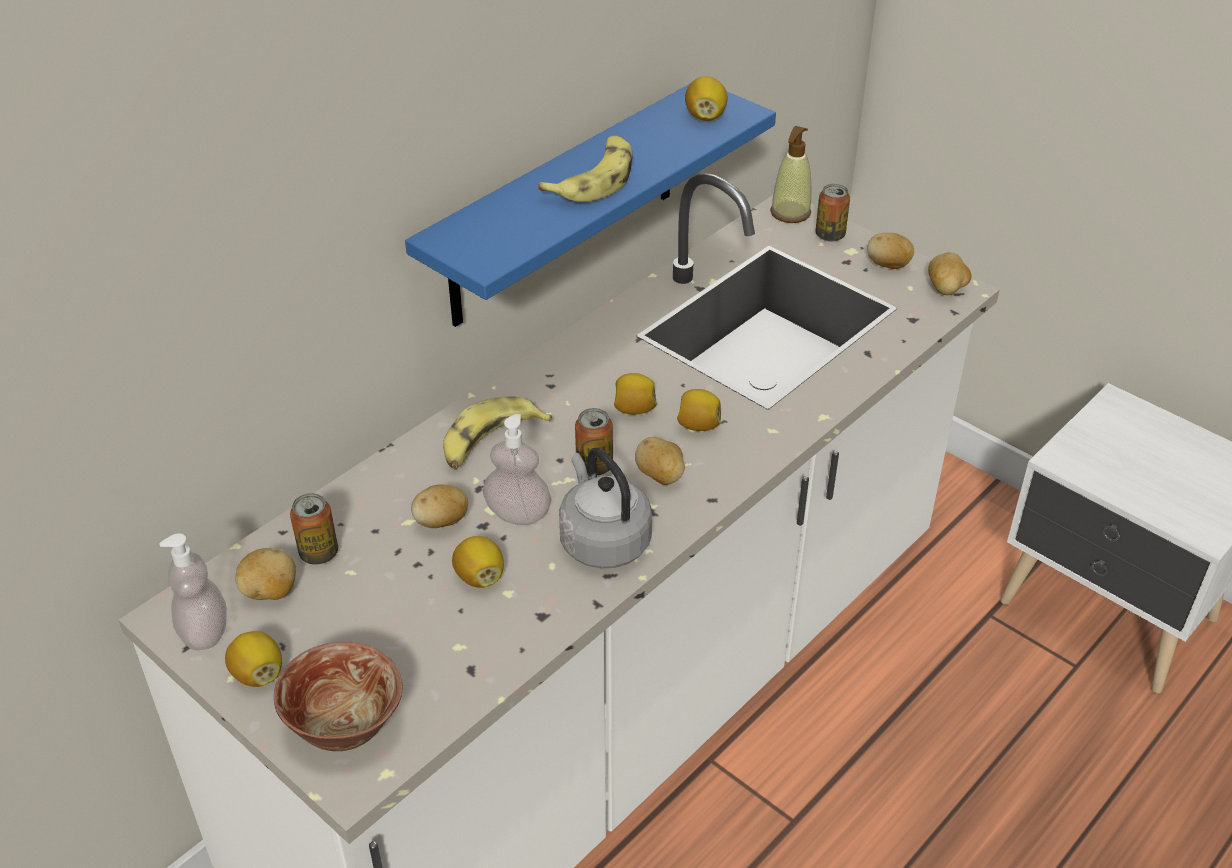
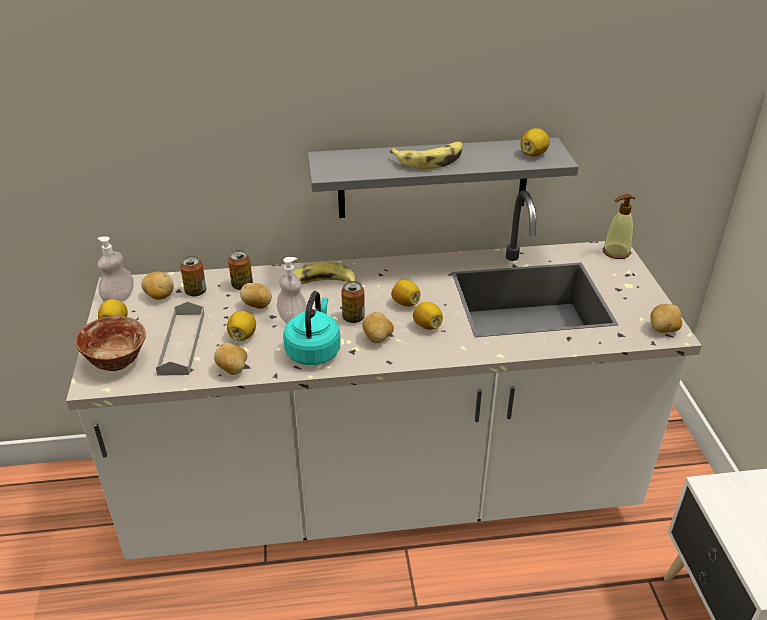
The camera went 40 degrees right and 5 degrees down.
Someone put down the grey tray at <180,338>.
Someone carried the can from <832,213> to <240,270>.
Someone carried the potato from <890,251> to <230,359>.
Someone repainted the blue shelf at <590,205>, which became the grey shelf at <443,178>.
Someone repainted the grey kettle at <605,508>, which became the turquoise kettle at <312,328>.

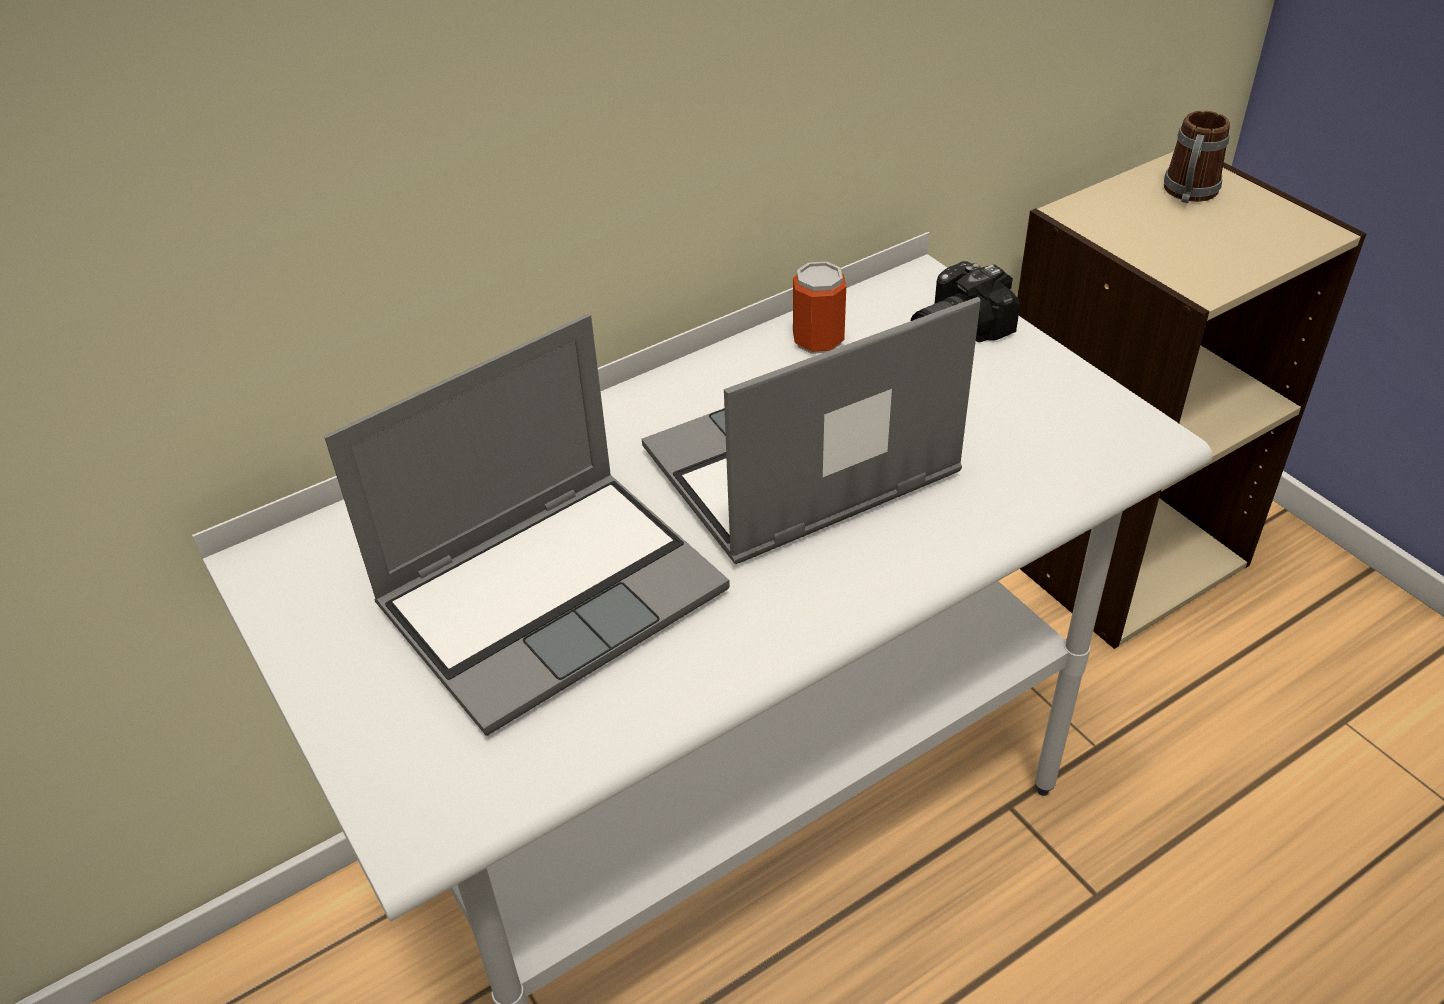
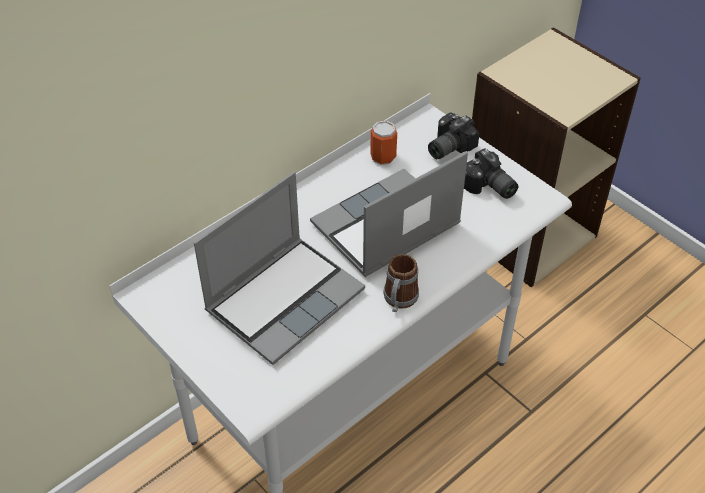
The camera went 10 degrees left and 5 degrees up.
Someone put down the photo camera at <491,173>.
Someone carried the mug from <1197,157> to <401,283>.

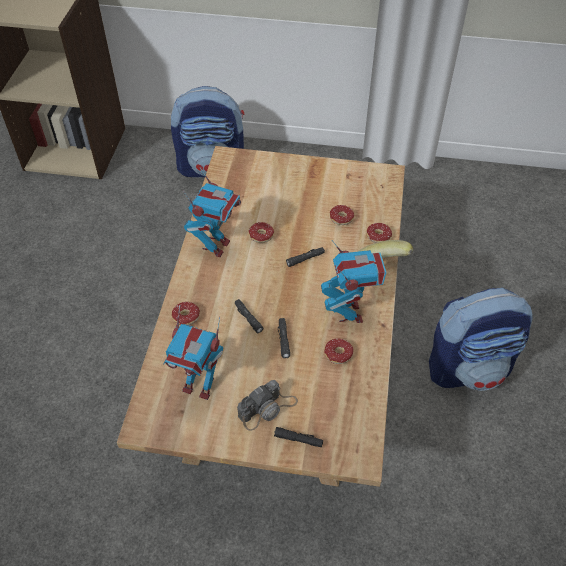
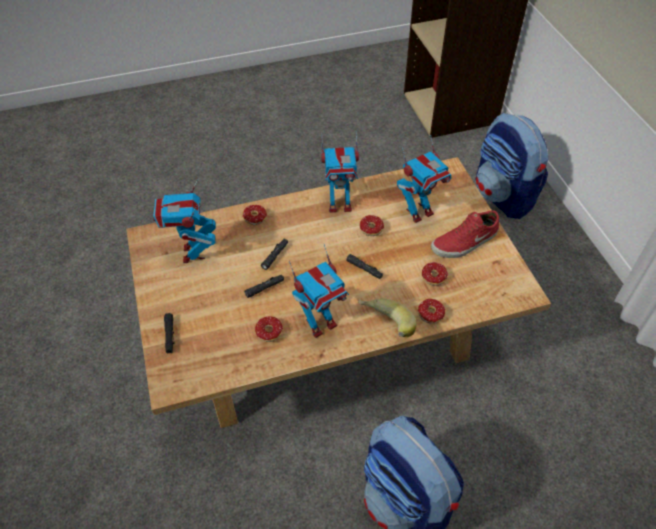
The camera went 65 degrees right and 0 degrees up.
Someone took away the photo camera at <267,405>.
Someone put down the toy robot at <424,179>.
Someone put down the red shoe at <465,234>.

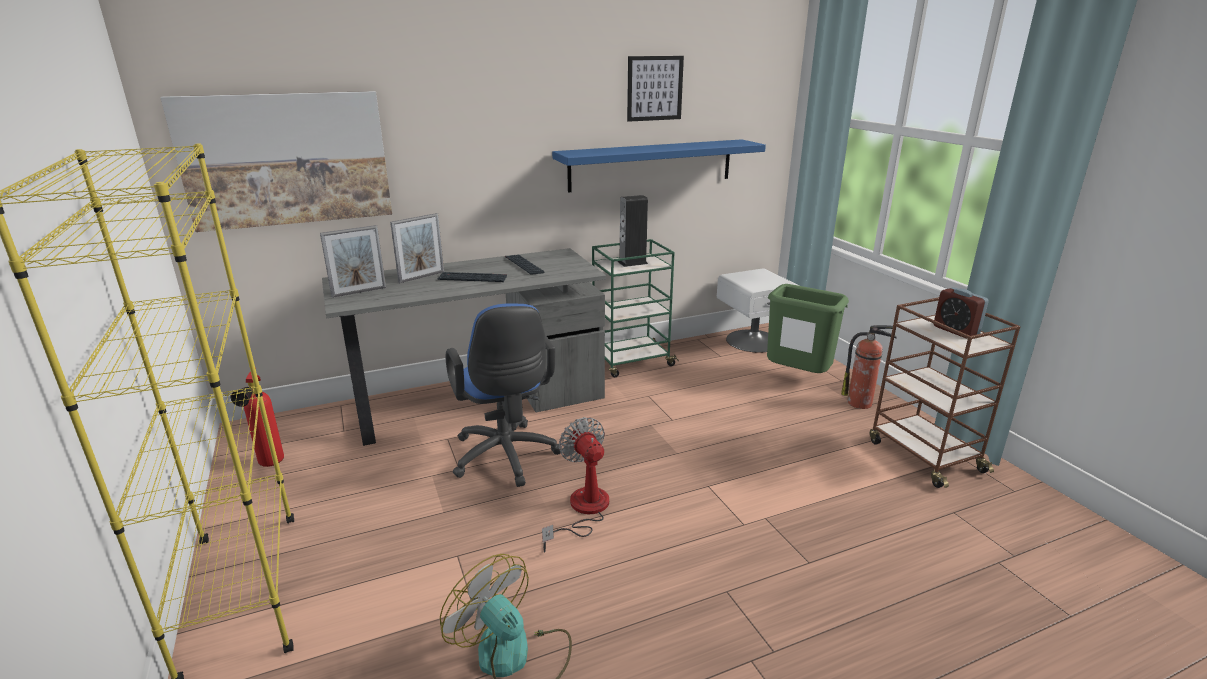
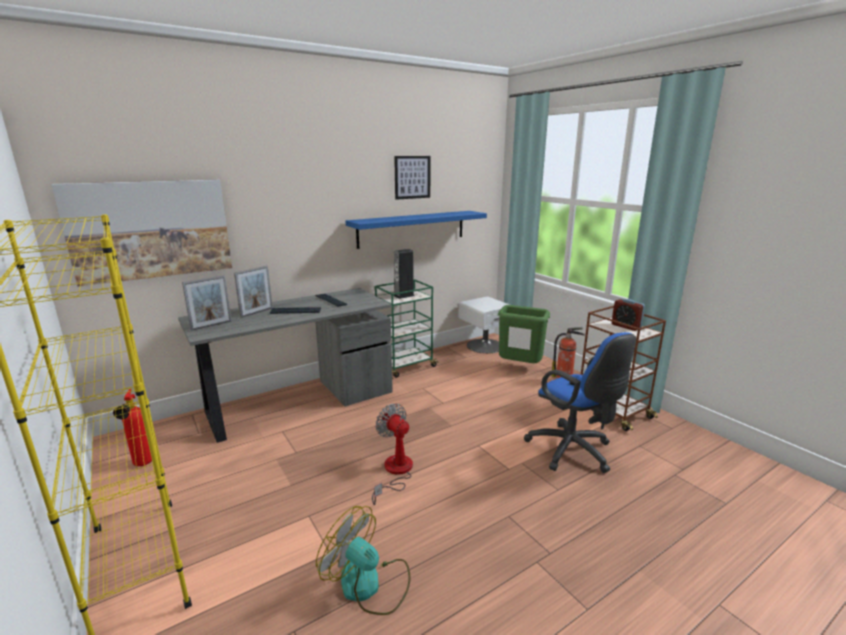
The camera went 10 degrees left and 5 degrees down.
Someone carried the blue office chair from <504,395> to <580,402>.

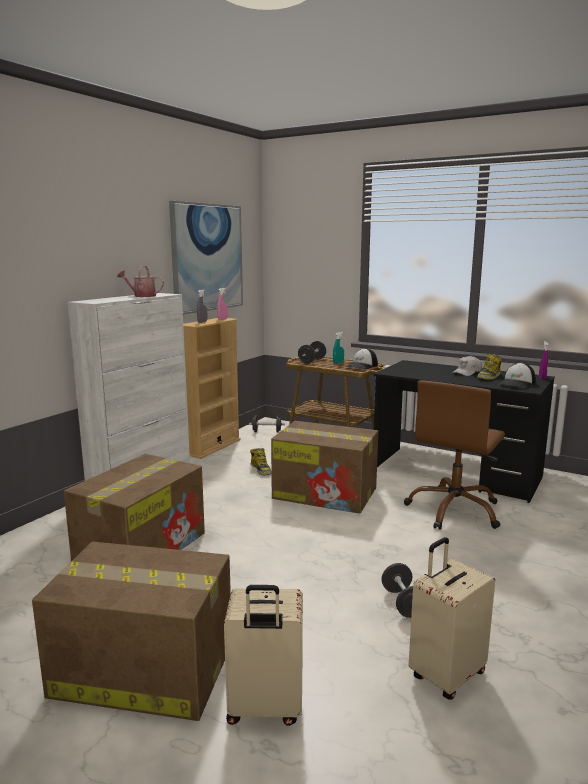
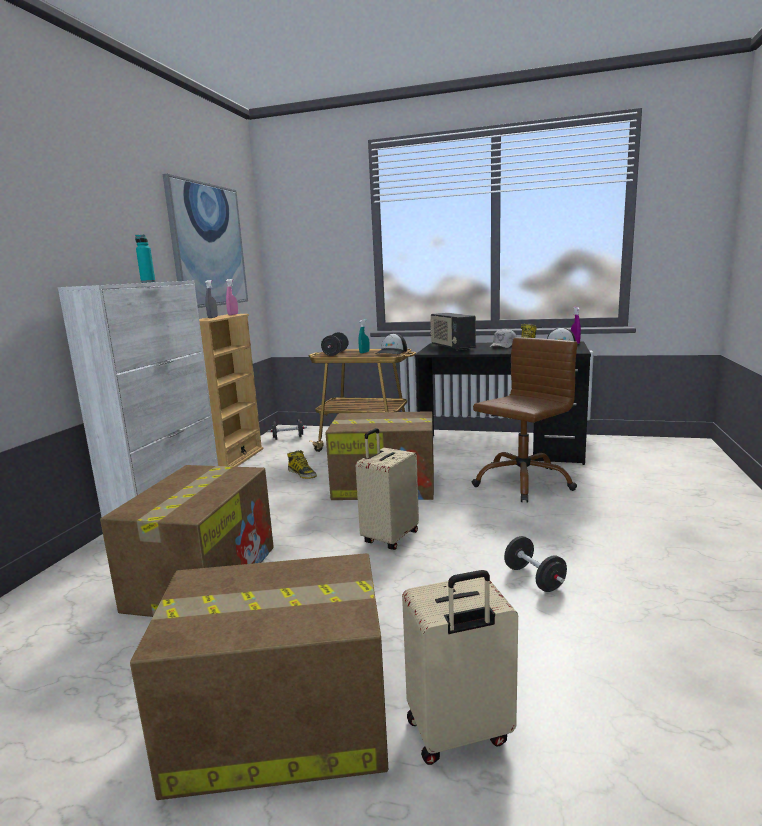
The camera went 15 degrees left and 0 degrees up.
Someone put down the radio at <453,331>.
Someone carried the beige suitcase from <452,618> to <387,489>.
Someone swapped the watering can at <140,281> for the turquoise bottle at <145,258>.
Someone rotated the brown office chair at <454,455> by 150 degrees counterclockwise.

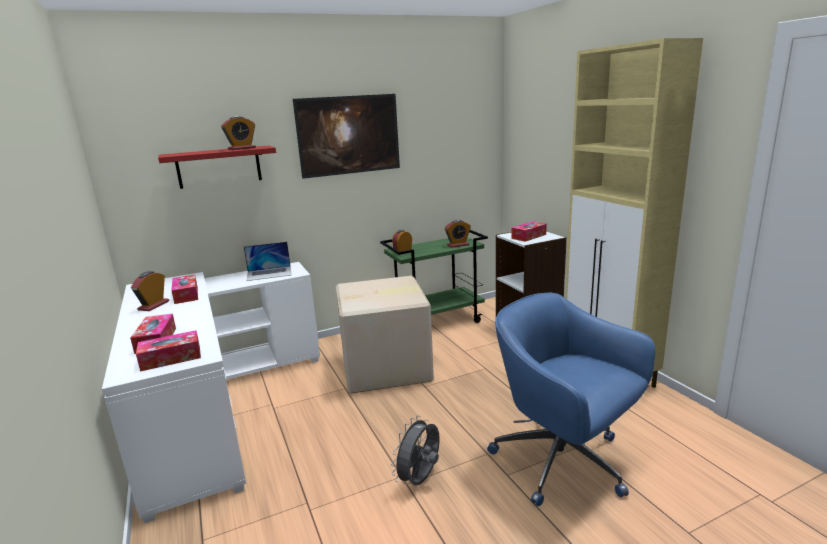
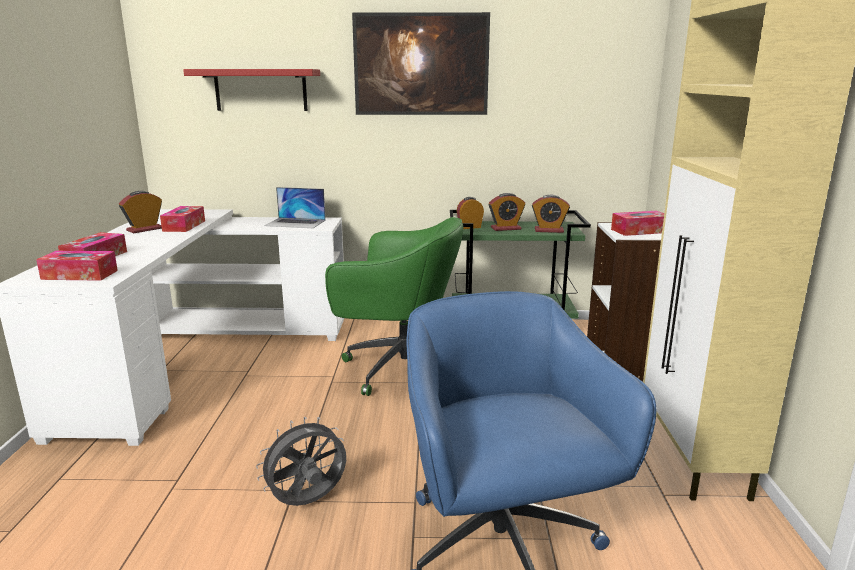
The camera went 25 degrees right and 0 degrees up.
Someone carried the alarm clock from <238,133> to <507,212>.
Someone swapped the cardboard box at <385,335> for the green office chair at <394,306>.

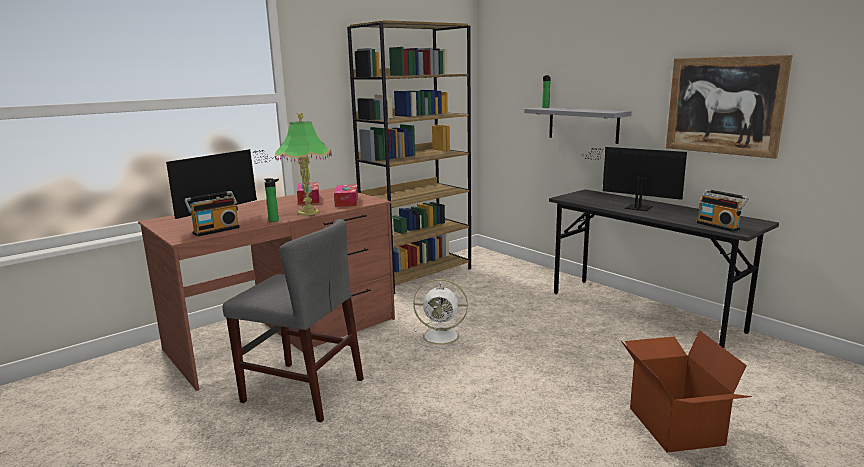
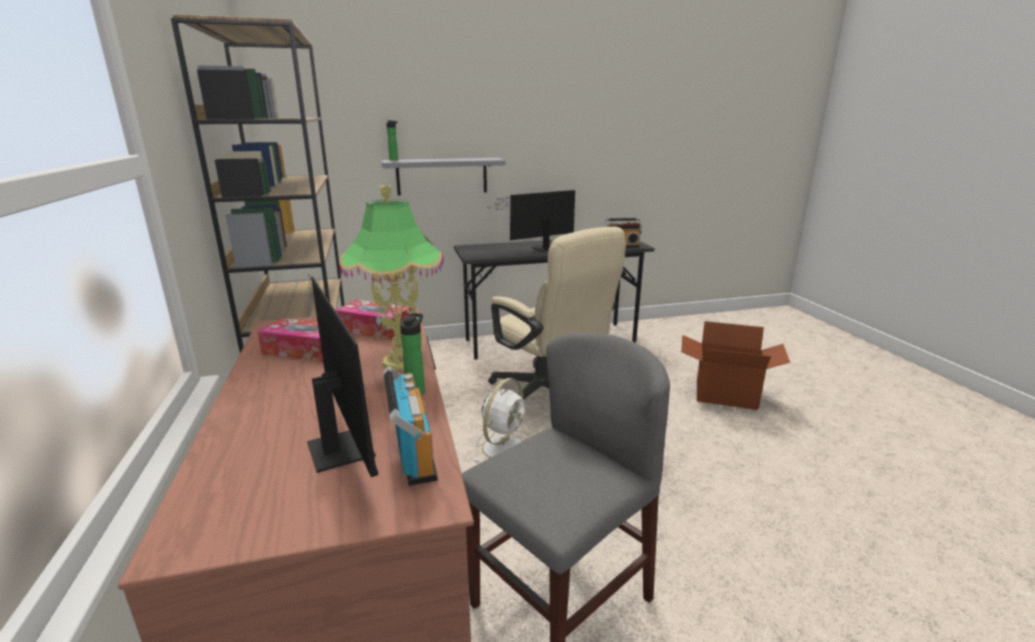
The camera went 65 degrees left and 5 degrees up.
Someone took away the picture at <729,107>.
Someone put down the beige office chair at <557,313>.

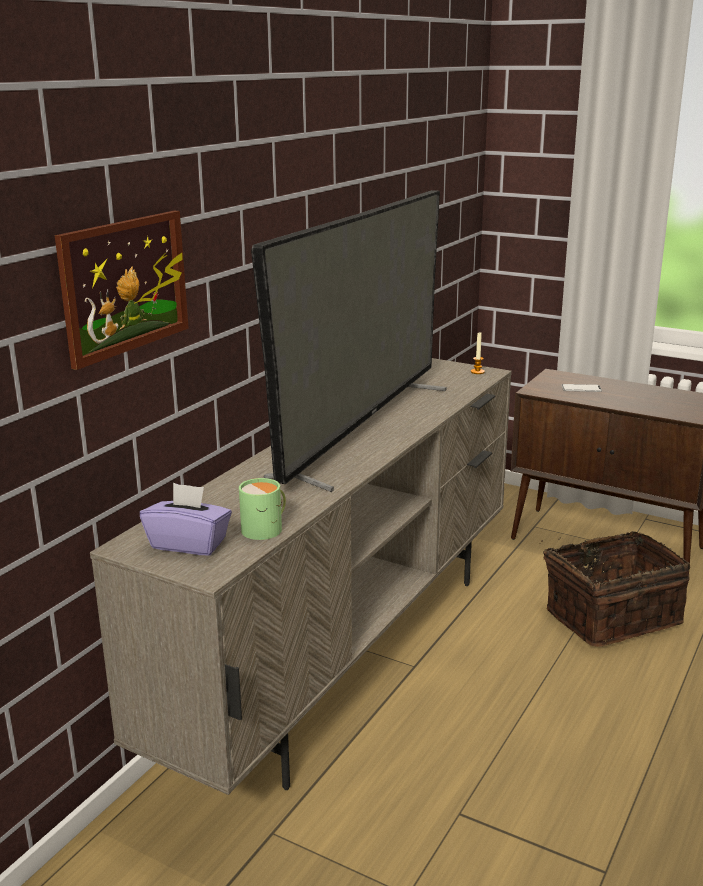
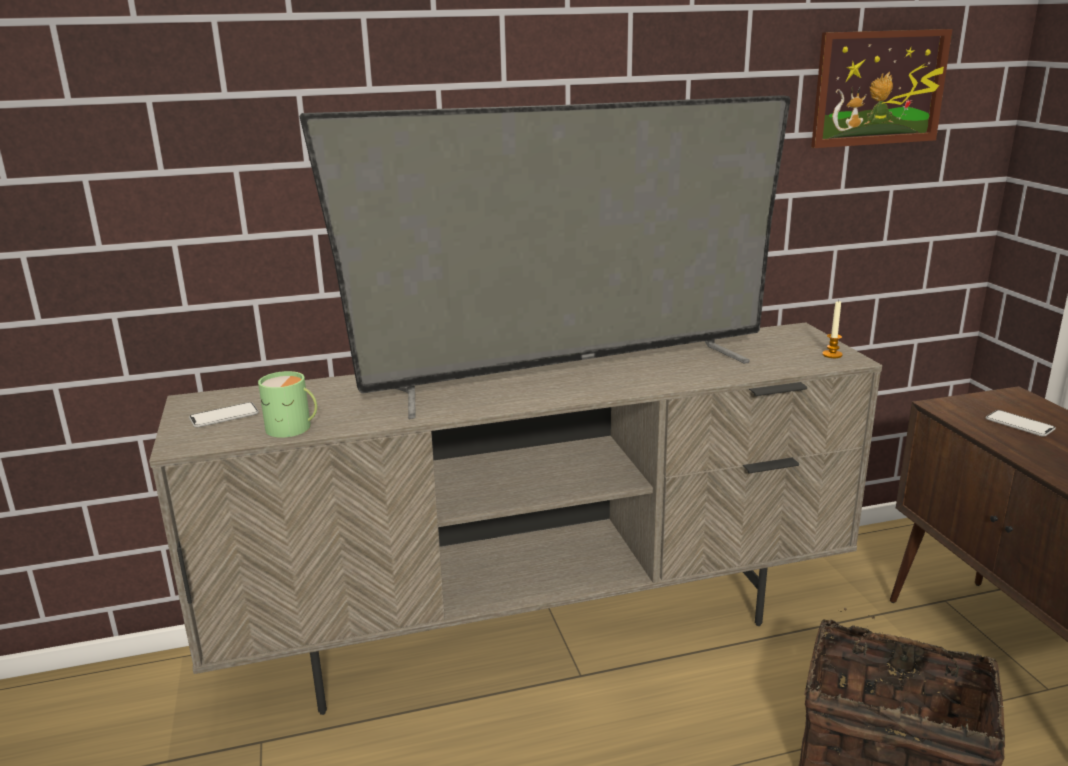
The camera went 45 degrees right and 0 degrees up.
Someone carried the picture from <122,290> to <881,88>.
Someone swapped the purple tissue box at <186,519> for the phone at <224,414>.

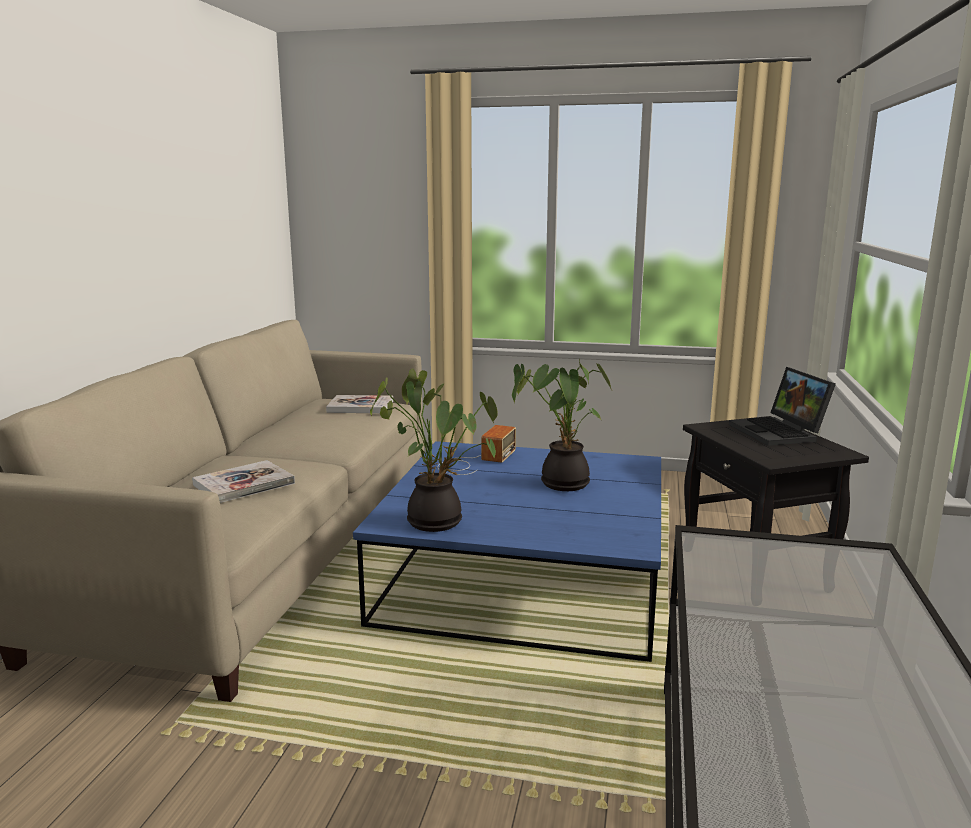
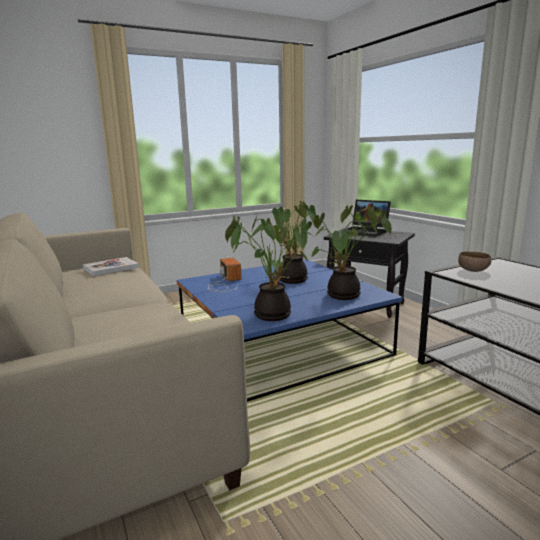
The camera went 40 degrees left and 0 degrees up.
Someone took away the book at <243,481>.
Someone put down the potted plant at <351,252>.
Someone put down the brown bowl at <475,262>.

